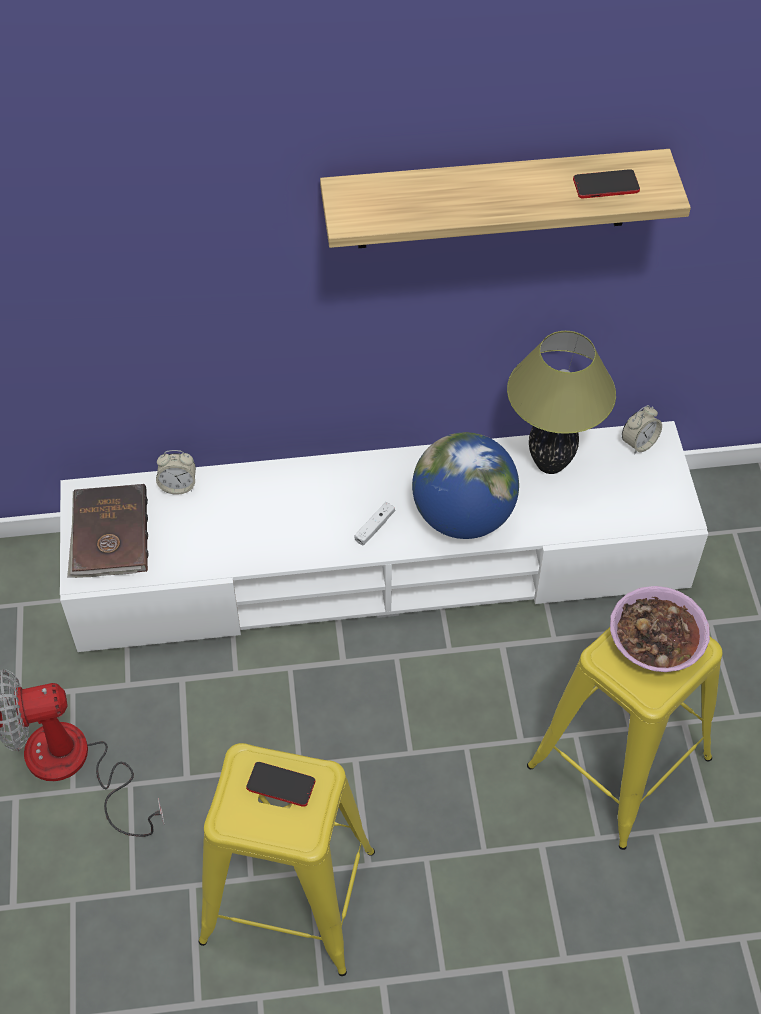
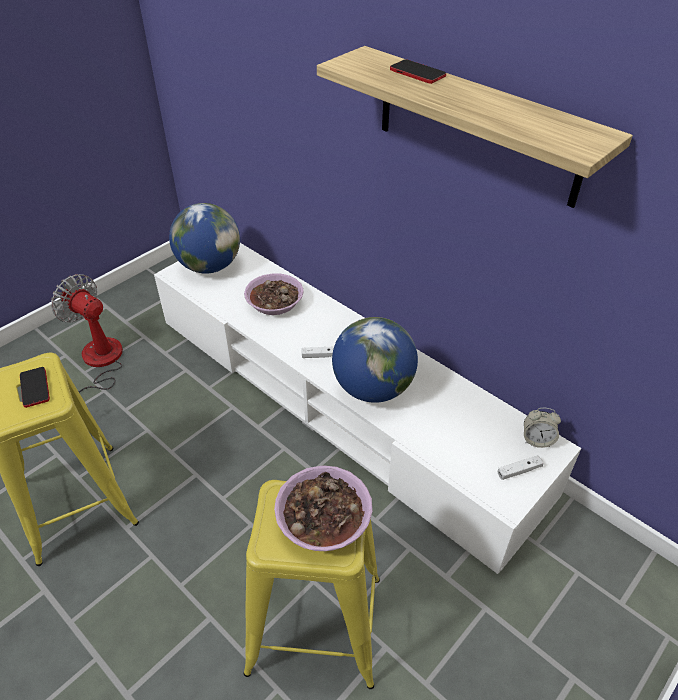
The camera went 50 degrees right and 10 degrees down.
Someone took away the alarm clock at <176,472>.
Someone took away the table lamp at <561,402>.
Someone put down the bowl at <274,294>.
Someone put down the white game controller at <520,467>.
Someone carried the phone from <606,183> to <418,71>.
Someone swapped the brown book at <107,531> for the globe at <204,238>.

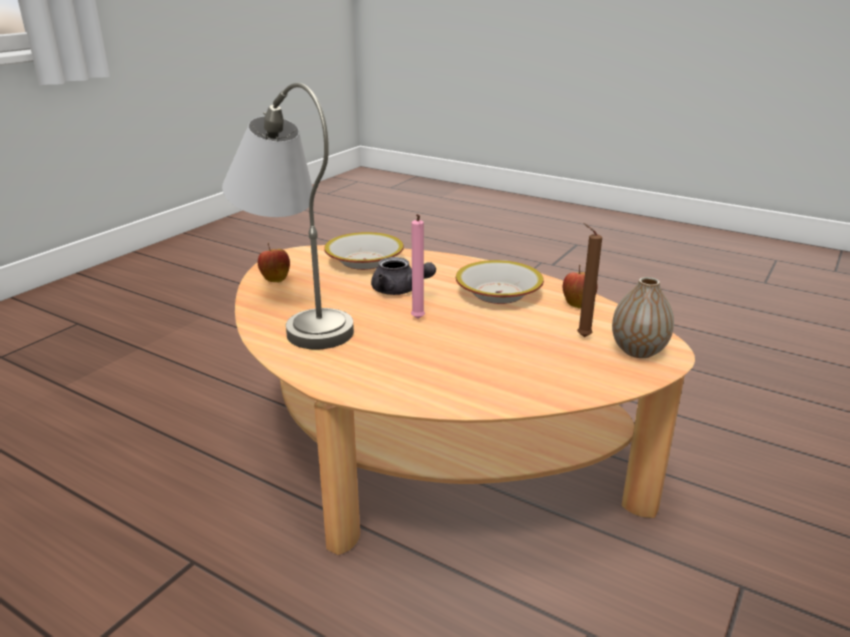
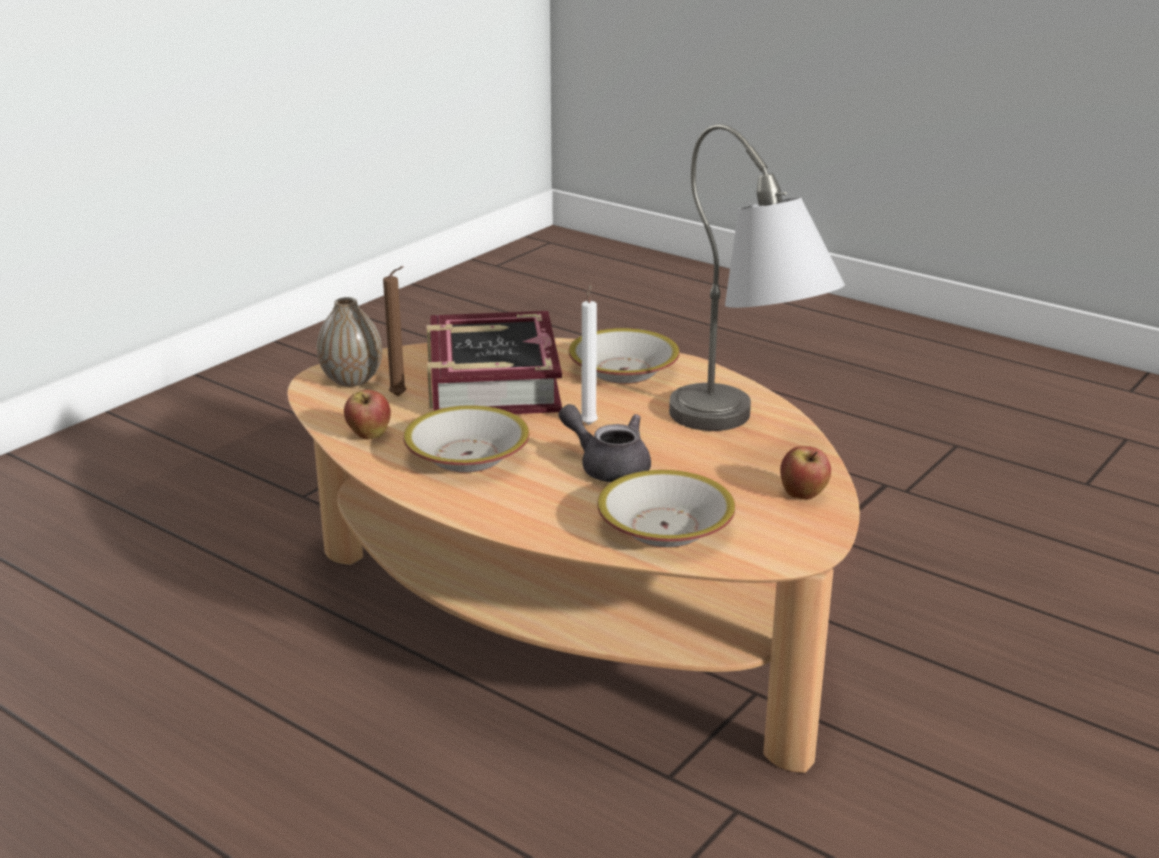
The camera went 175 degrees left and 0 degrees up.
Someone put down the book at <494,362>.
Someone put down the bowl at <624,356>.
Someone repainted the pink candle at <418,266>, which became the white candle at <589,354>.

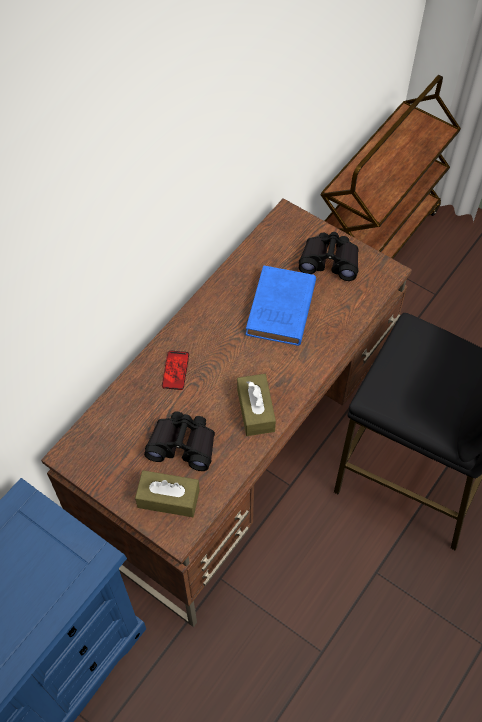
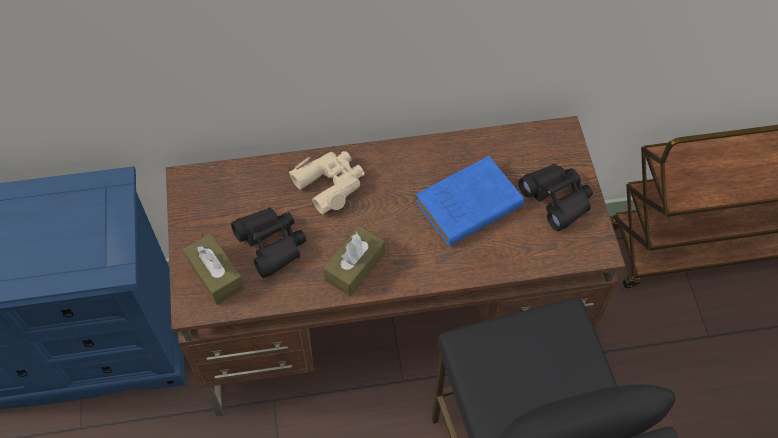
The camera went 45 degrees right and 0 degrees up.
Someone swapped the phone at <175,370> for the beige binoculars at <327,183>.

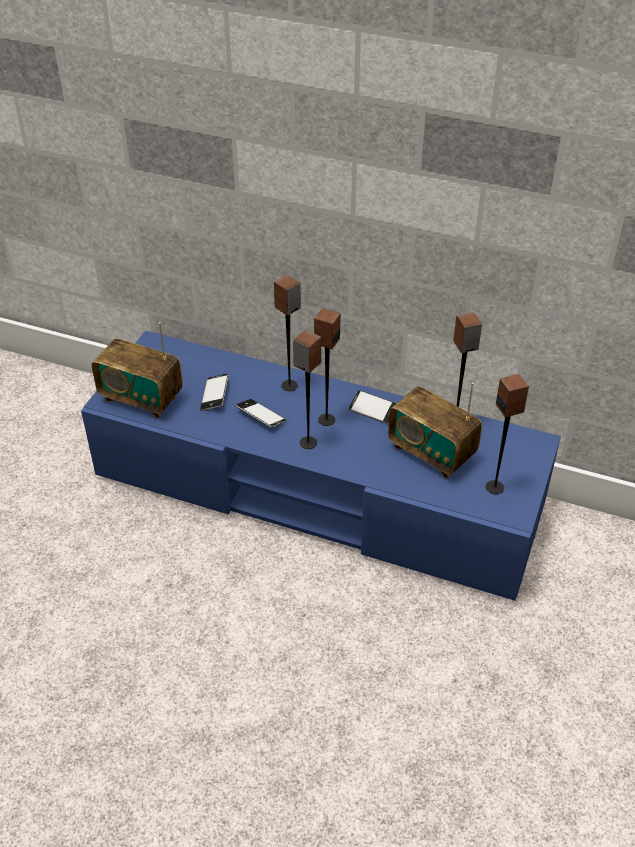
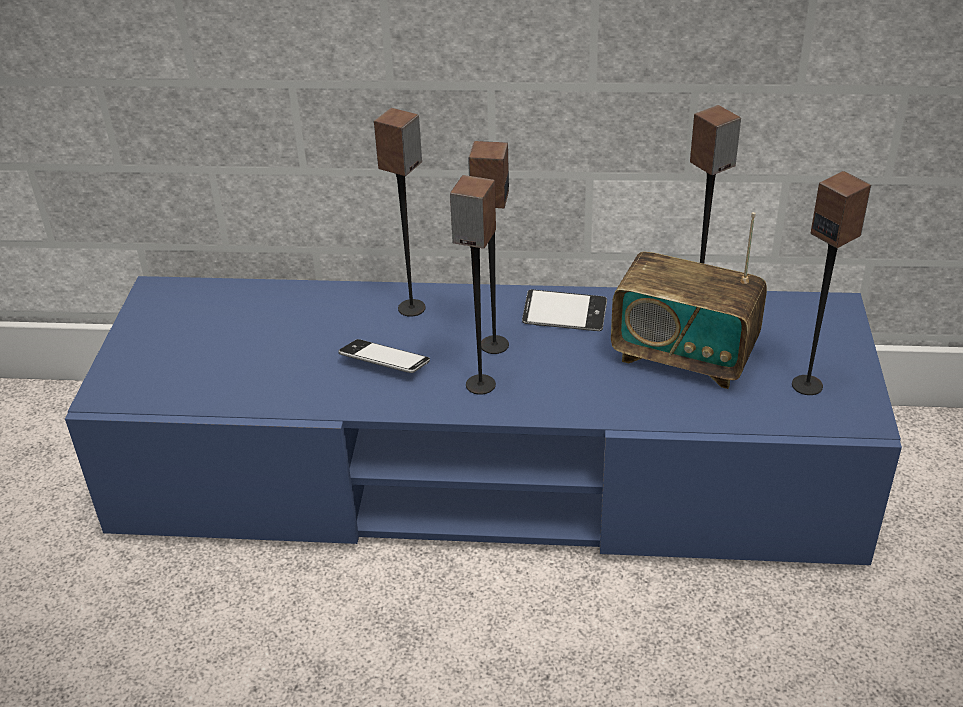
The camera went 15 degrees left and 5 degrees down.
Someone took away the radio at <137,370>.
Someone took away the phone at <214,392>.

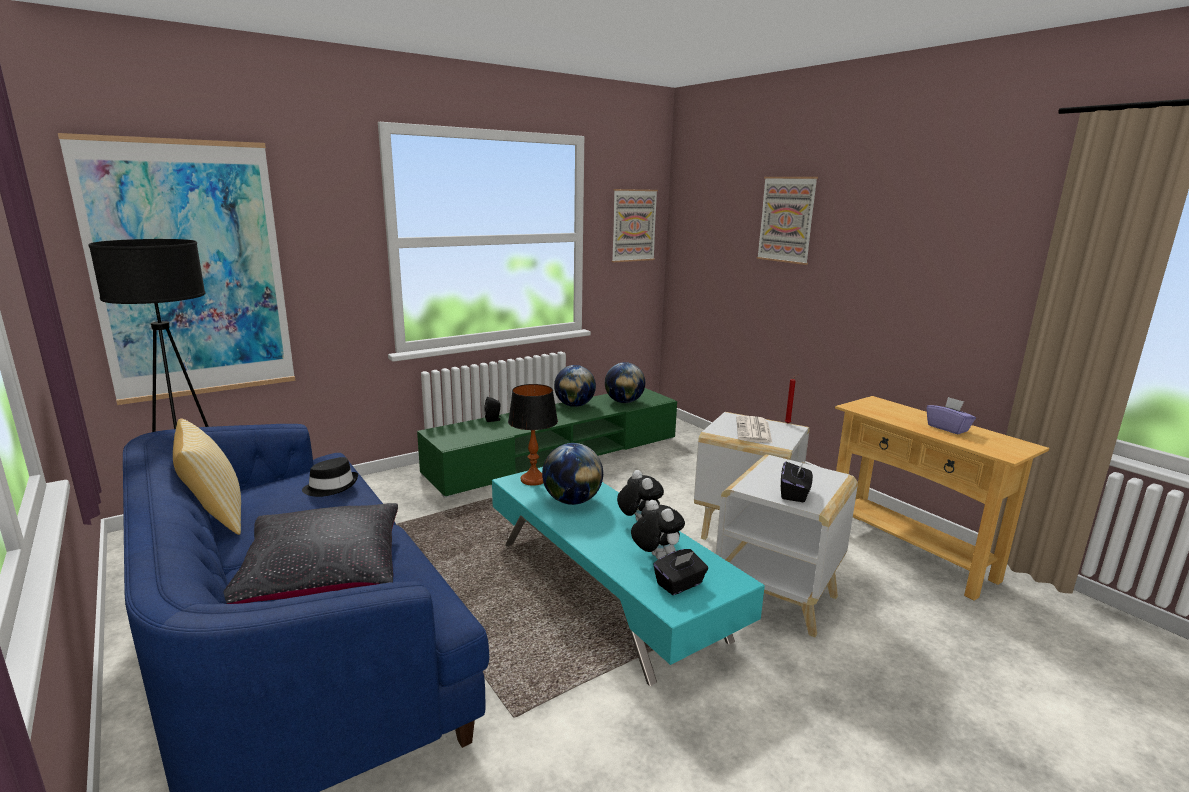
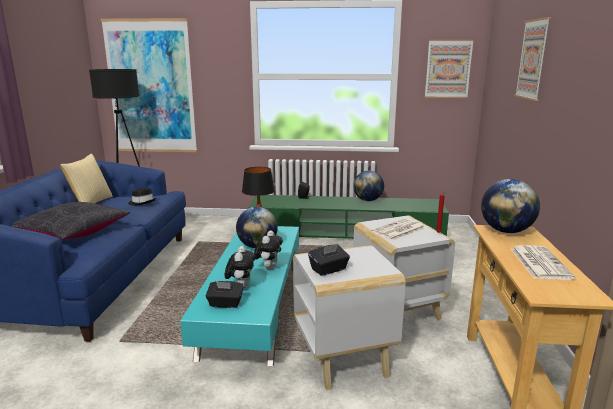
The camera went 40 degrees right and 0 degrees up.
Someone carried the globe from <625,382> to <510,206>.
Someone swapped the purple tissue box at <951,415> for the newspaper at <543,262>.

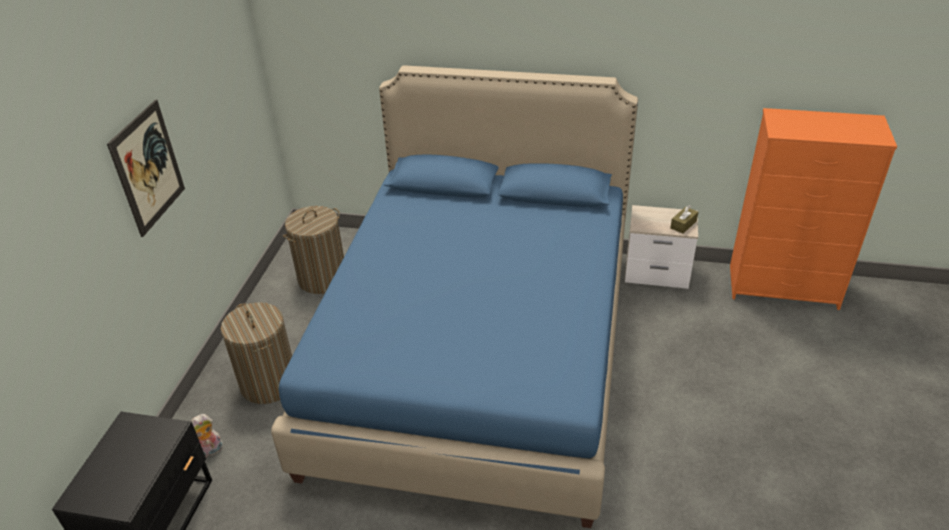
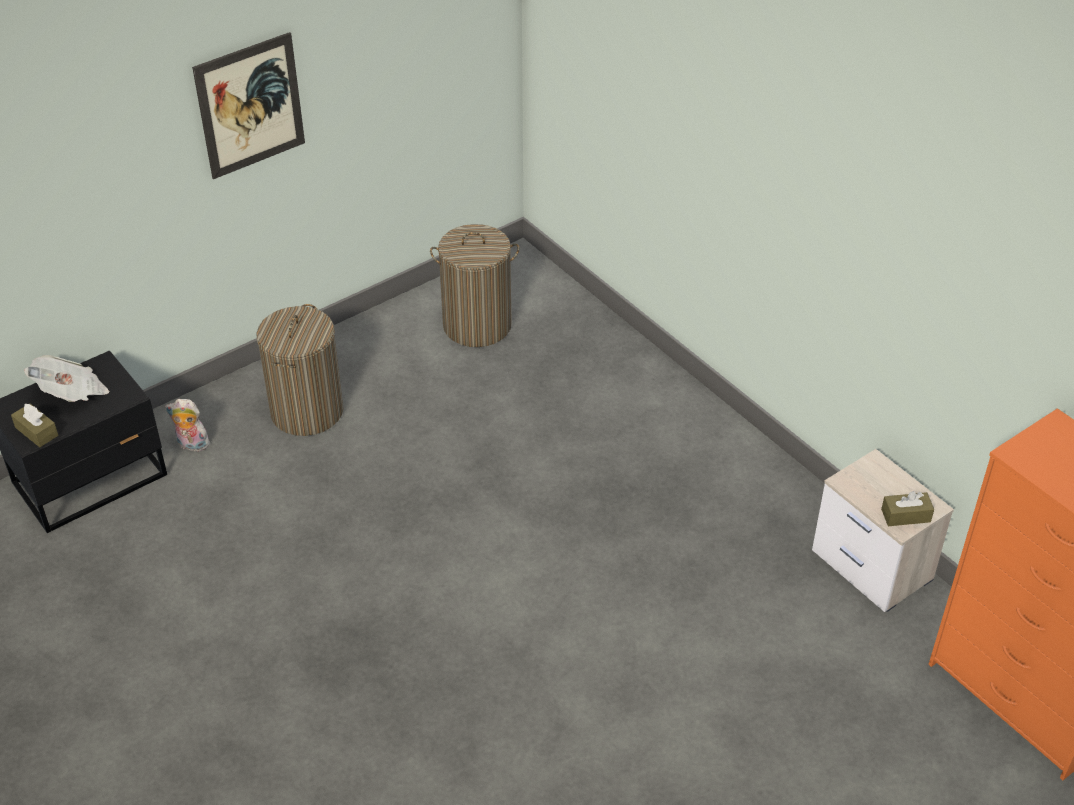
The camera went 40 degrees right and 5 degrees up.
Someone took away the blue bed at <454,296>.
Someone put down the brown tissue box at <34,425>.
Someone put down the newspaper at <66,378>.

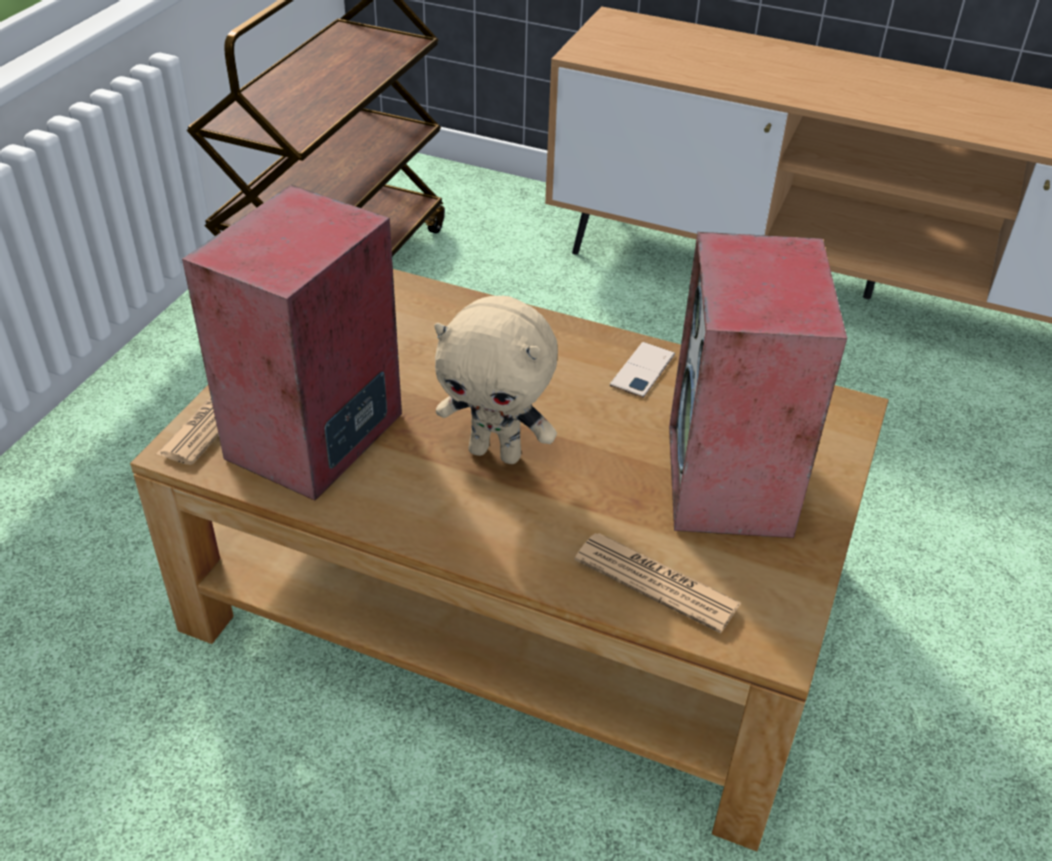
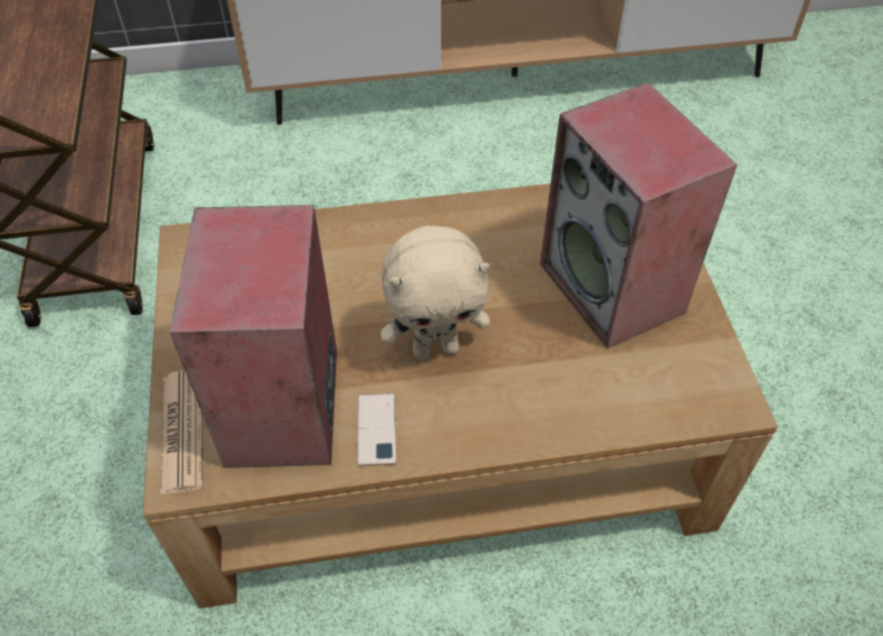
The camera went 30 degrees left and 10 degrees up.
Someone took away the newspaper at <658,583>.
Someone carried the phone from <642,370> to <376,429>.

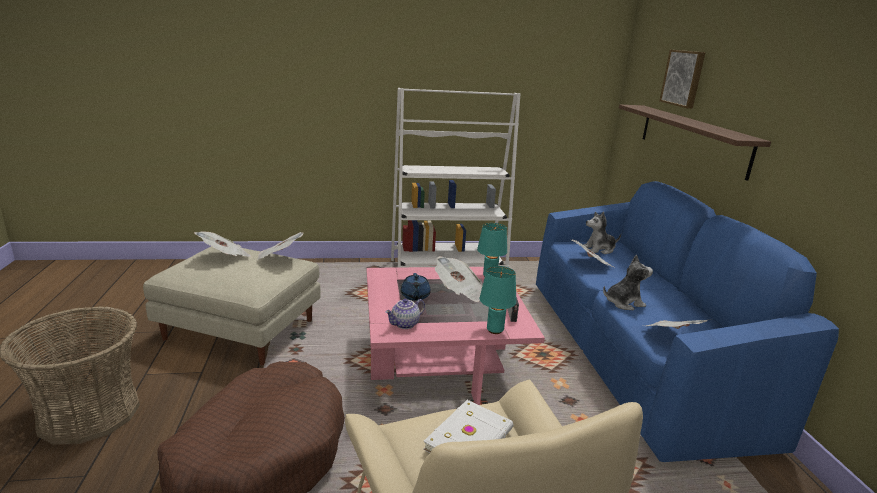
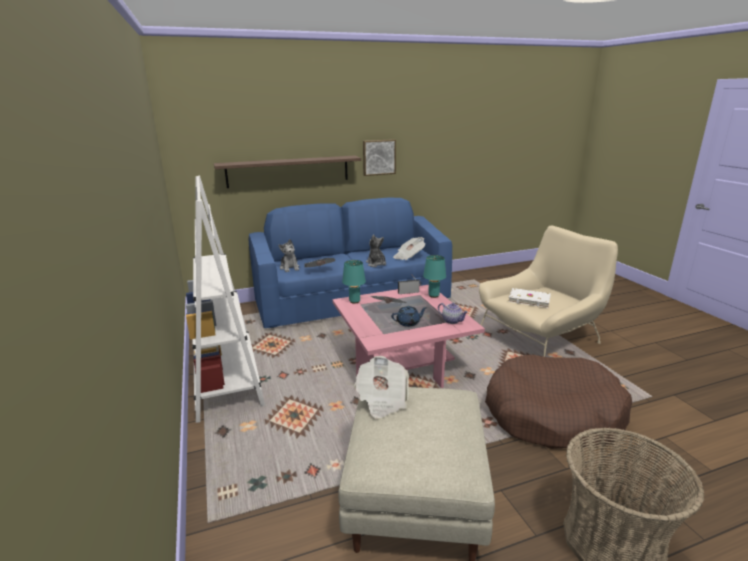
The camera went 100 degrees left and 0 degrees up.
Someone took away the newspaper at <223,244>.
Someone carried the picture from <682,79> to <379,157>.

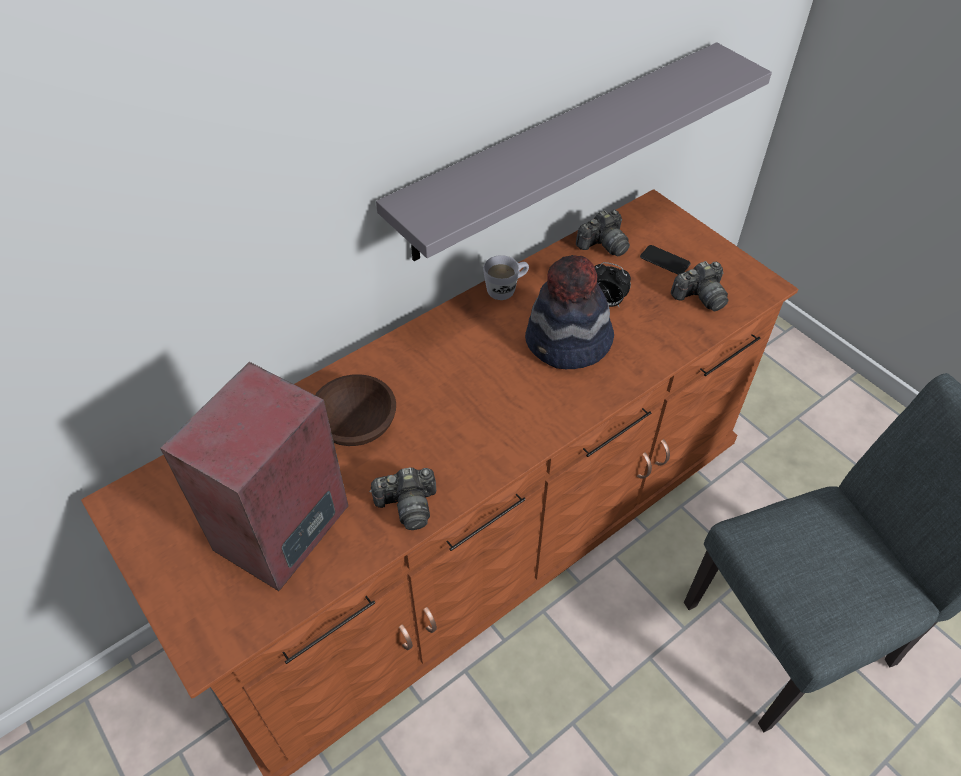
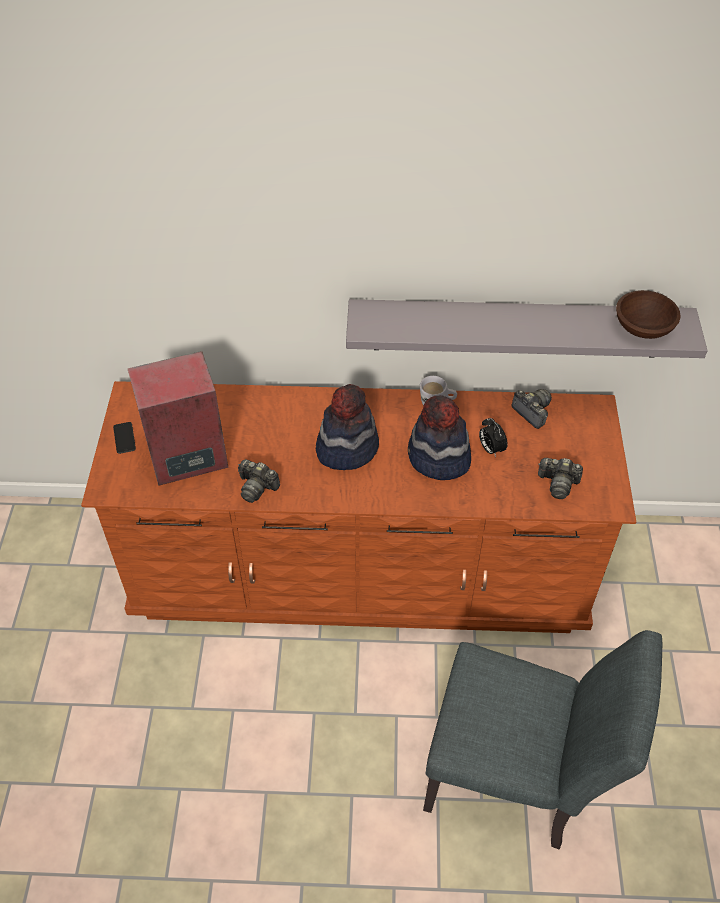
The camera went 40 degrees right and 0 degrees up.
Someone put down the hat at <347,427>.
Someone carried the brown bowl from <355,410> to <648,314>.
Someone carried the phone from <665,259> to <124,438>.
Someone rotated the photo camera at <603,233> by 135 degrees counterclockwise.

